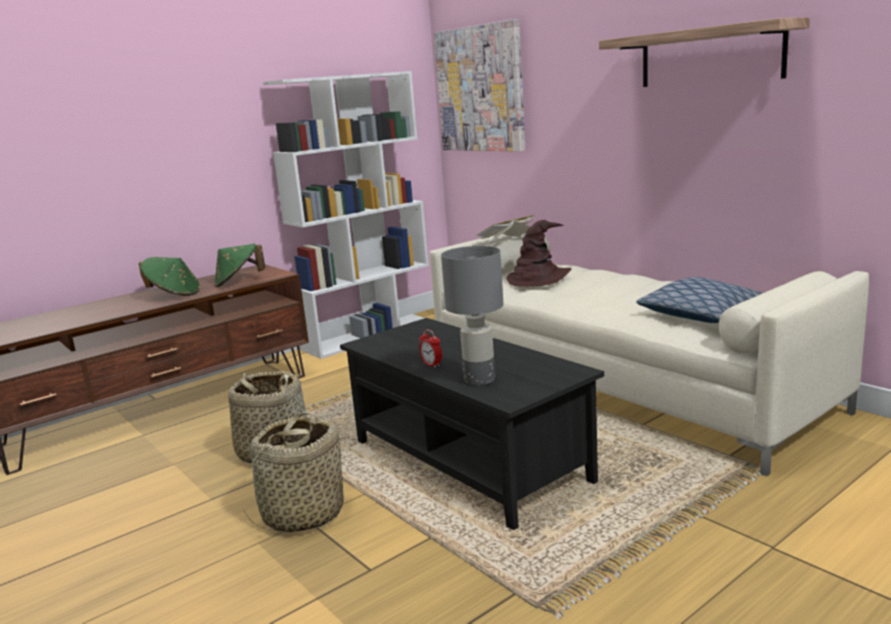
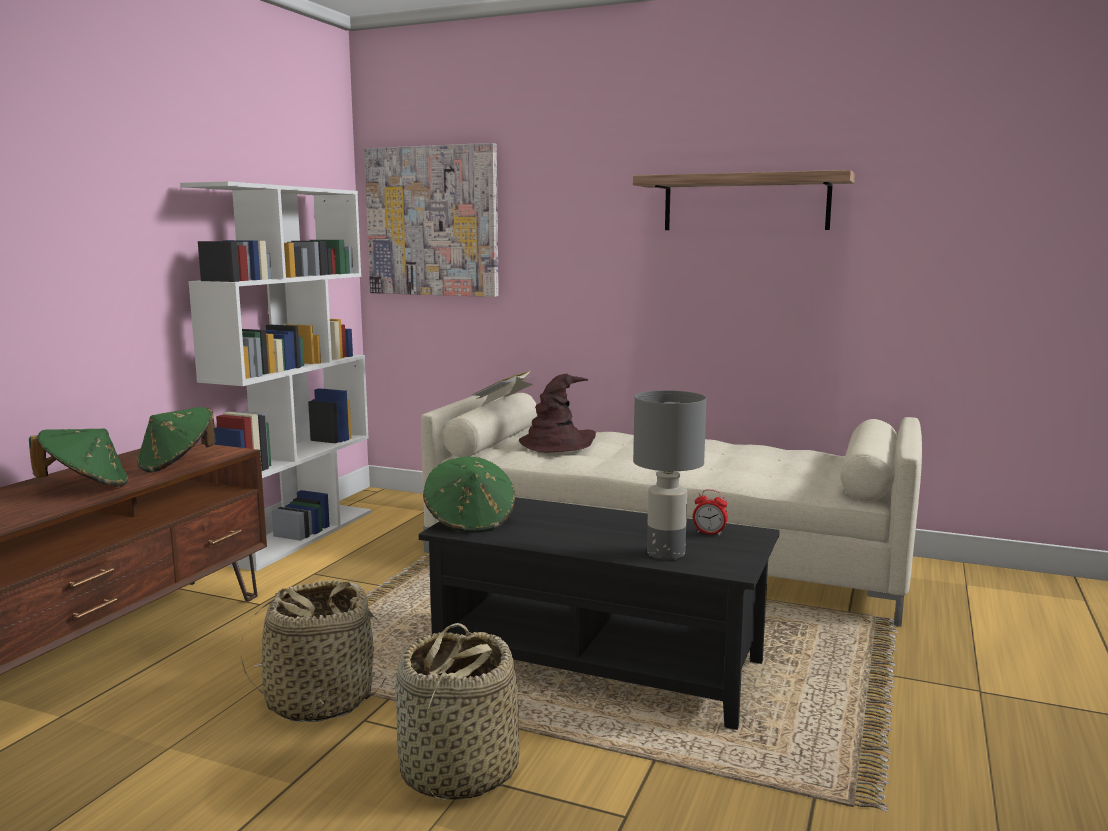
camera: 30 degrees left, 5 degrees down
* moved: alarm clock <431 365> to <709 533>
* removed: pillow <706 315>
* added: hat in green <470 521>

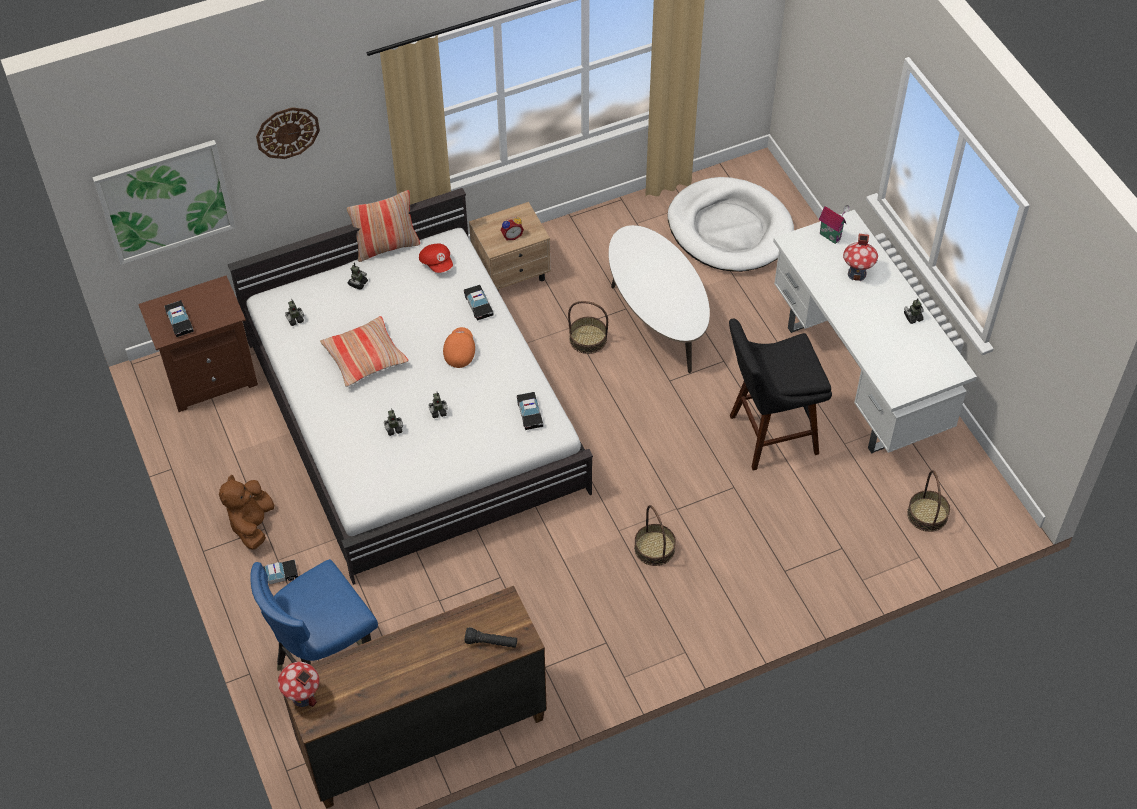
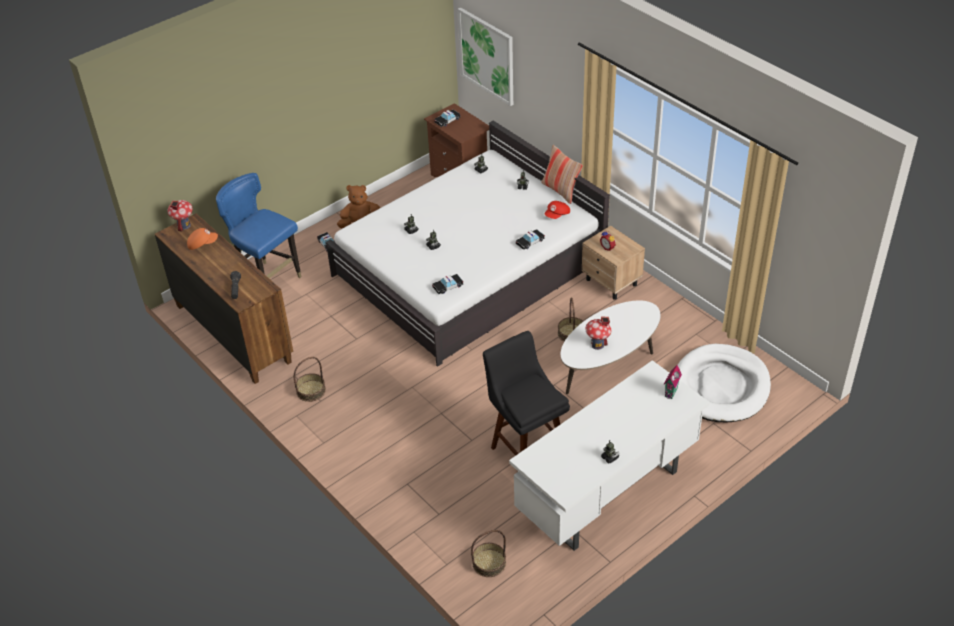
camera: 75 degrees right, 10 degrees down
* removed: wall clock <287 132>
* removed: pillow <365 357>
* moved: cap in orange <459 352> to <202 243>
* moved: basket <654 548> to <311 390>
* moved: toy house <857 274> to <597 344>

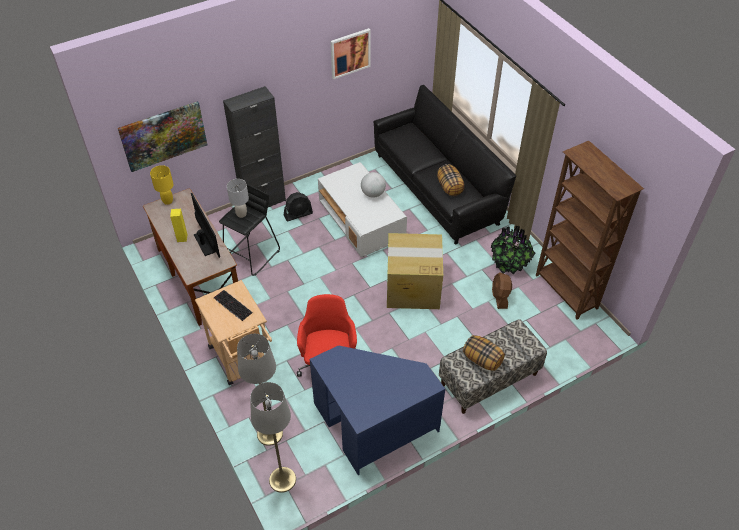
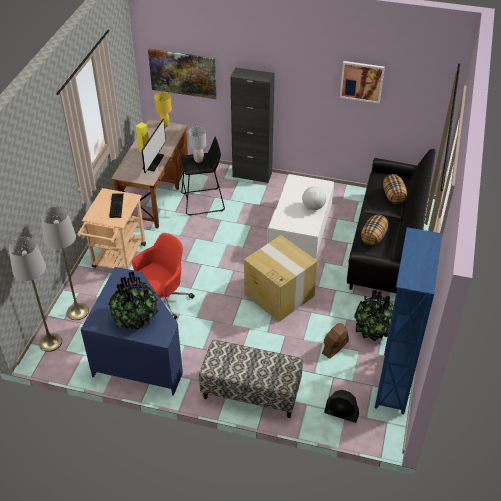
camera: 45 degrees right, 5 degrees down
* moved: fan in black <298 214> to <341 413>
* moved: pillow <482 359> to <393 196>
* recoloured: bookcase in brown <566 292> to bookcase in blue <392 383>
* added: potted plant <135 317>

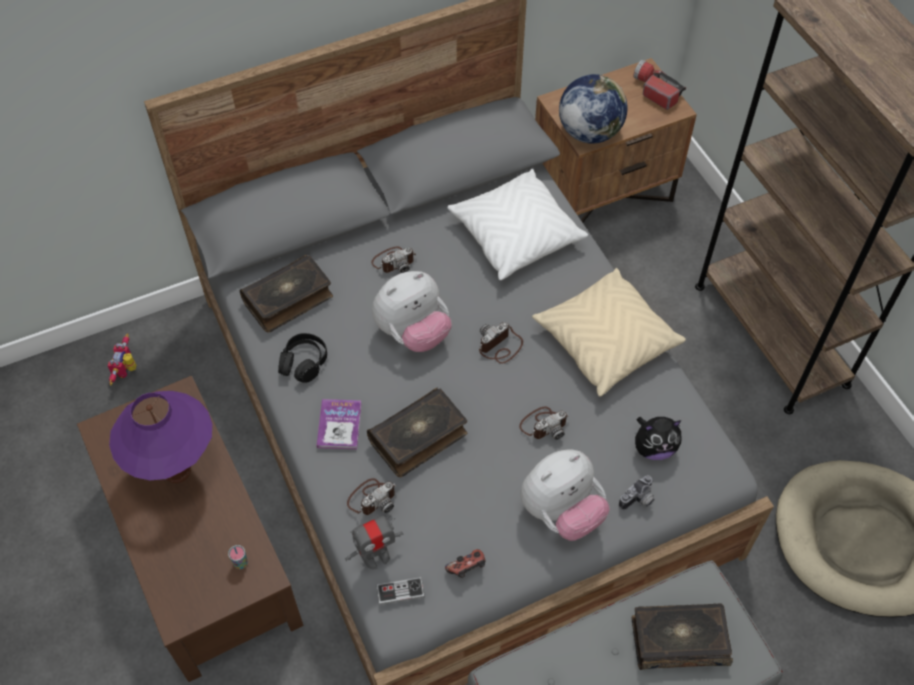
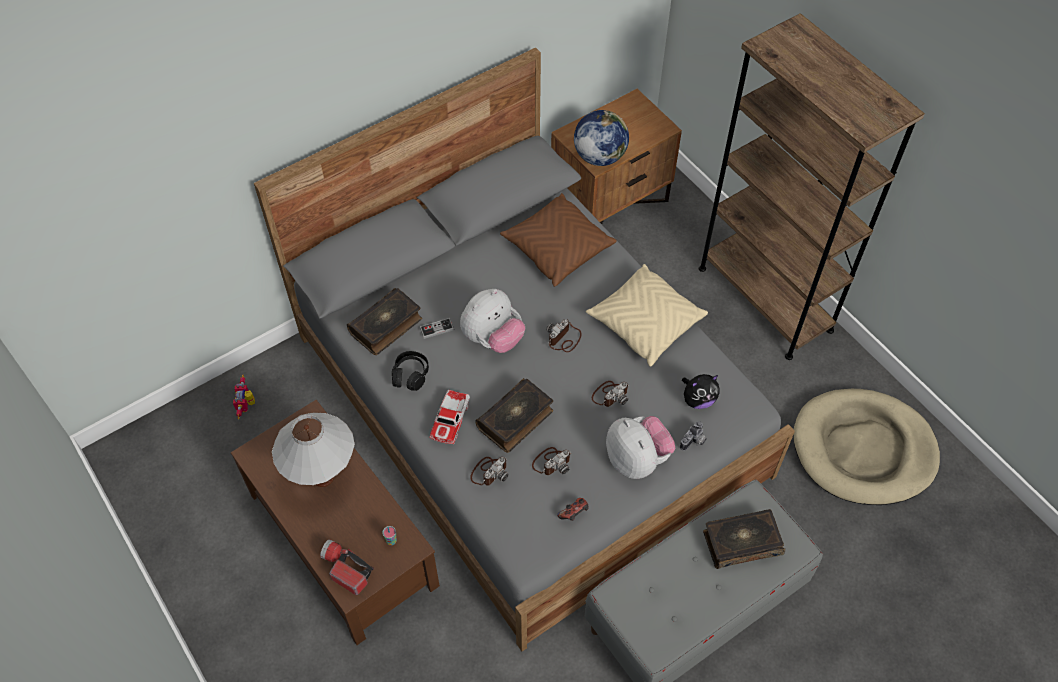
camera: 10 degrees left, 0 degrees up
* recoloured: table lamp in purple <178 472> to table lamp in white <323 477>
* replaced: book <339 425> to toy car <450 419>
* removed: toy robot <376 557>
* moved: photo camera <394 261> to <552 462>
* moved: game controller <400 591> to <436 329>
* recoloured: pillow in white <515 235> to pillow in brown <557 248>
* turned: plush toy <561 512> = <637 459> 75 degrees counterclockwise
* moved: flashlight <655 90> to <345 569>

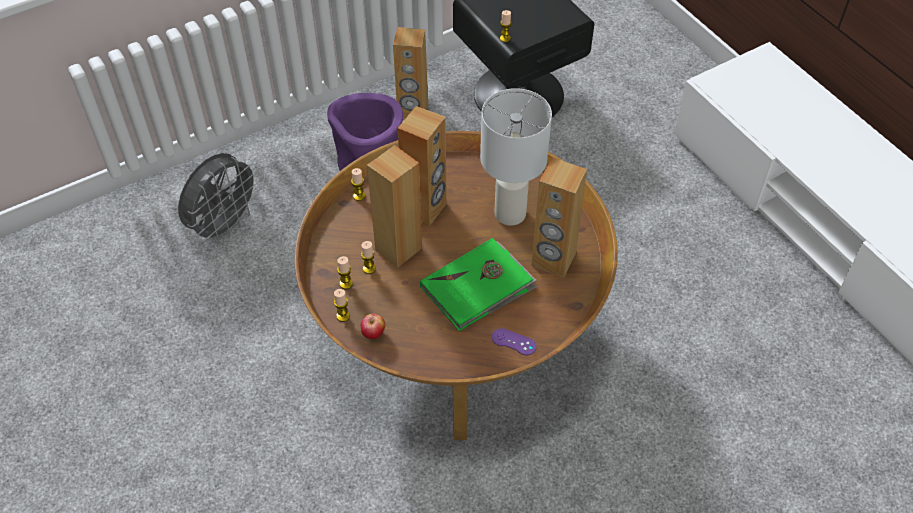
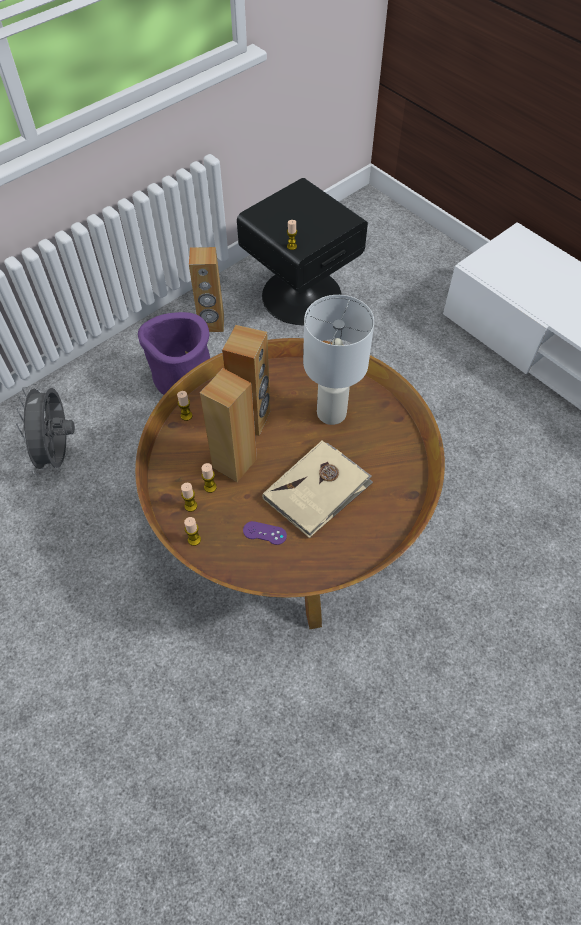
camera: 10 degrees left, 5 degrees up
* turned: fan in grey <225 225> = <58 453> 150 degrees clockwise
* removed: apple <373 334>
* recoloured: book in green <478 287> to book in beige <318 490>
* moved: game controller in purple <514 342> to <264 533>
* removed: speaker in brown <553 260>

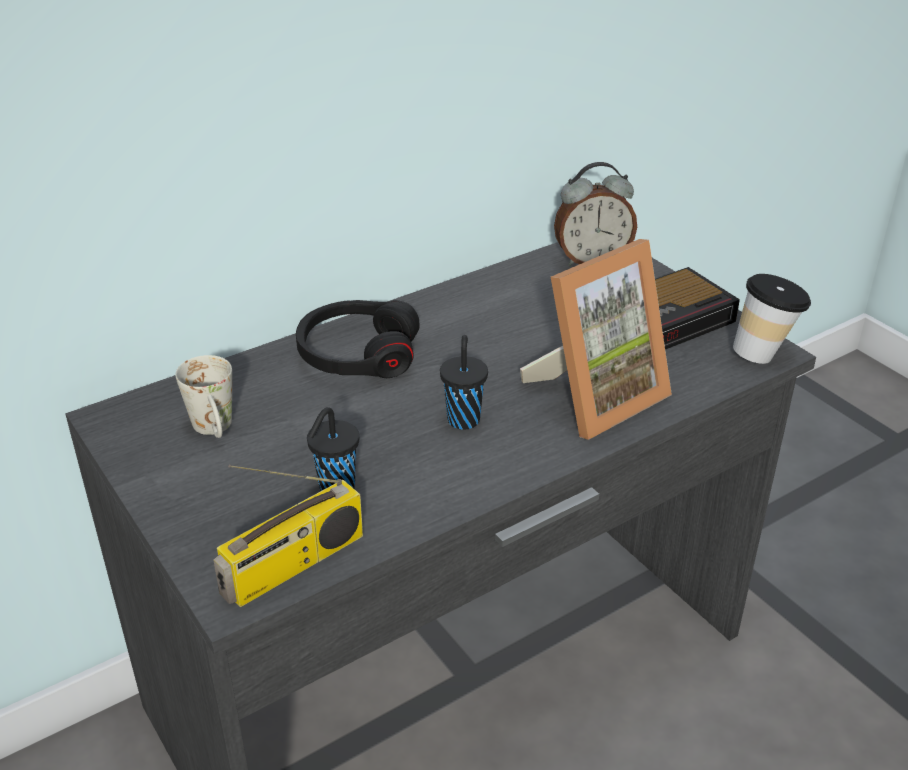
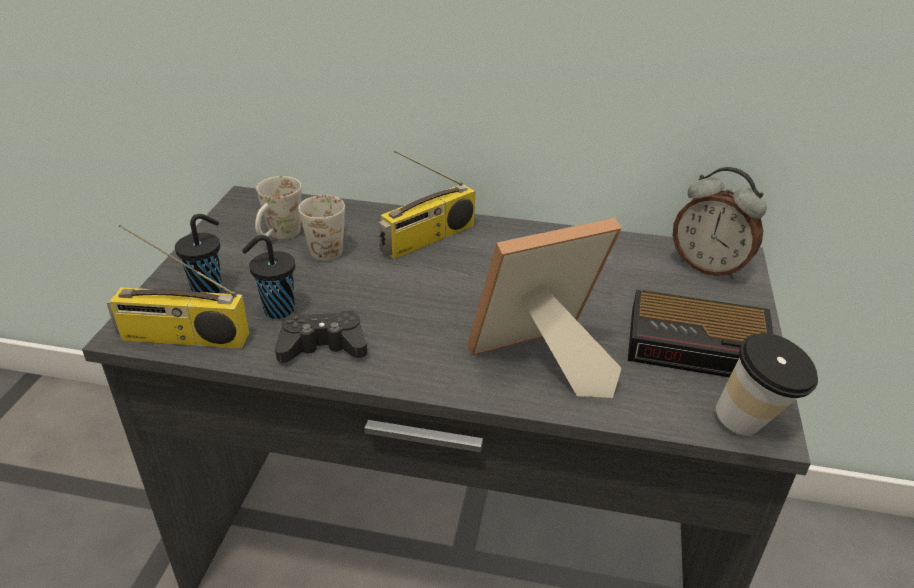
camera: 45 degrees right, 0 degrees up
* replaced: headphones in black <358 354> to radio <428 239>
* moved: cup in black <463 418> to <209 289>
* turned: picture frame <595 396> = <540 364> 150 degrees clockwise
* added: game controller in black <323 346>
* added: mug in white <329 246>

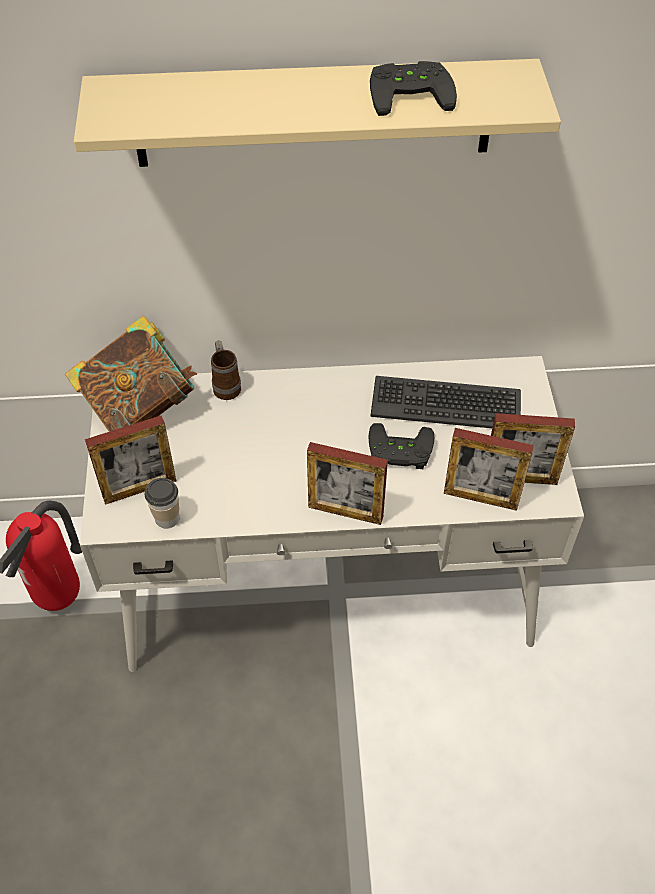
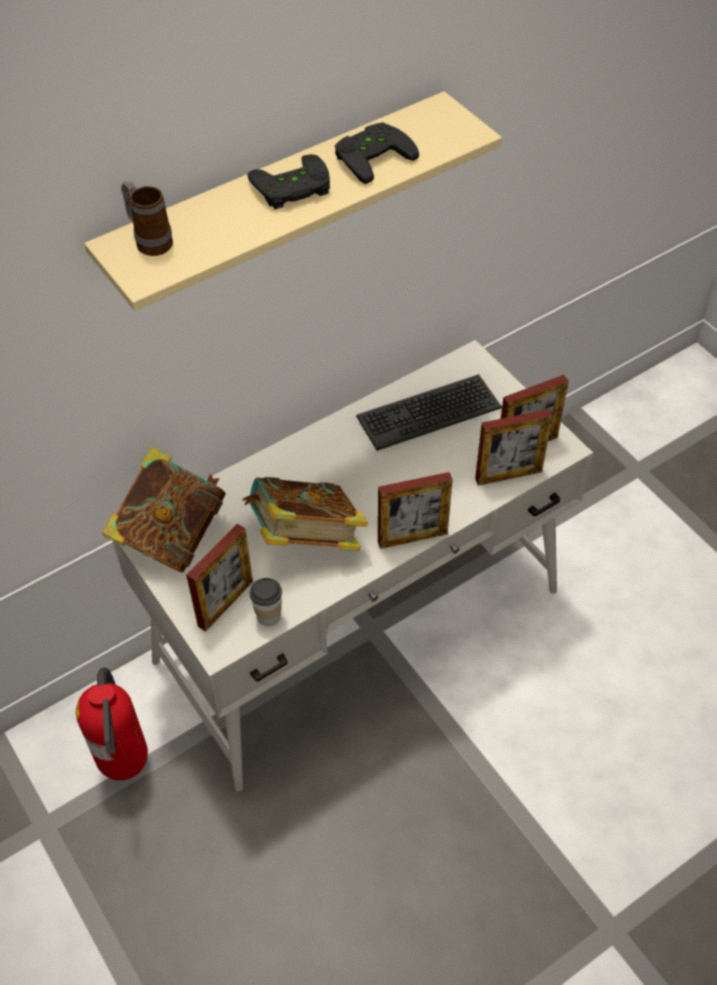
camera: 30 degrees left, 0 degrees up
* moved: mug <226 385> to <150 241>
* moved: game controller in black <399 452> to <292 189>
* added: book <305 538>

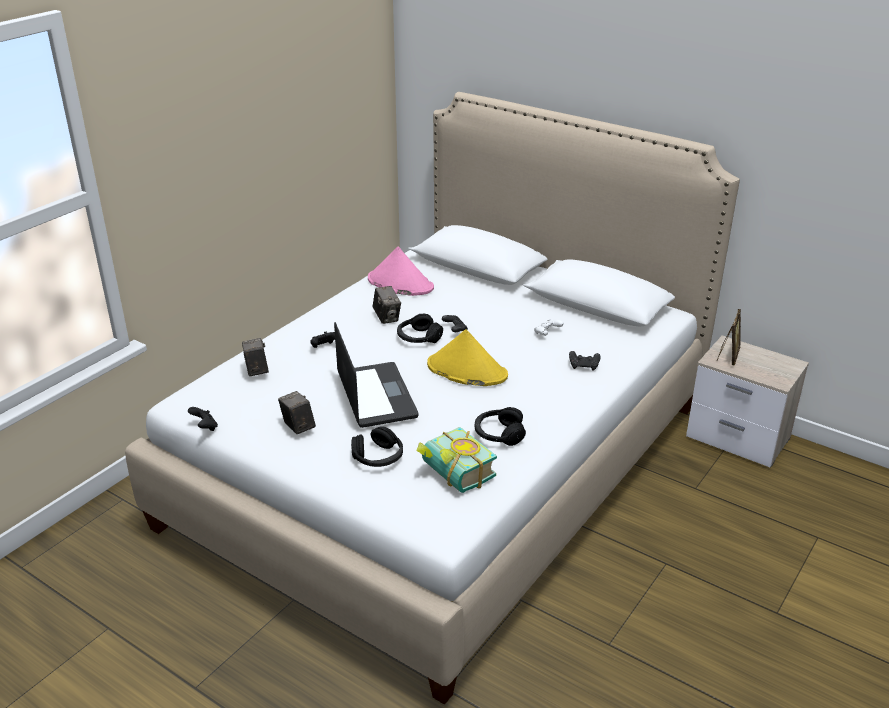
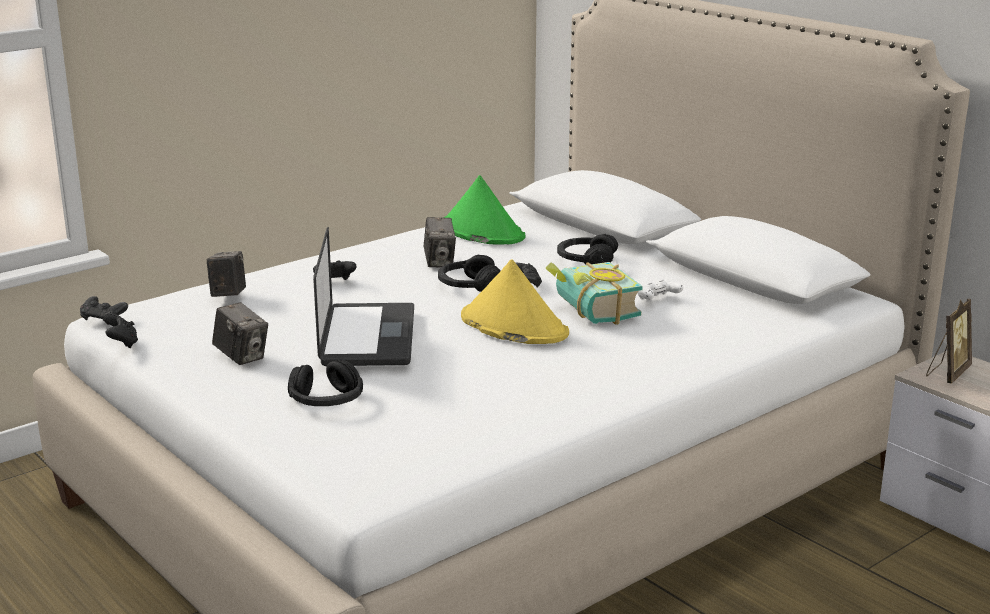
camera: 15 degrees right, 10 degrees down
* turned: photo camera <298 427> = <241 357> 150 degrees clockwise
* recoloured: hat in pink <400 283> to hat in green <481 231>
* moved: book <452 476> to <589 312>
* moved: headphones in black <499 434> to <586 261>
* moved: game controller in black <584 366> to <103 319>

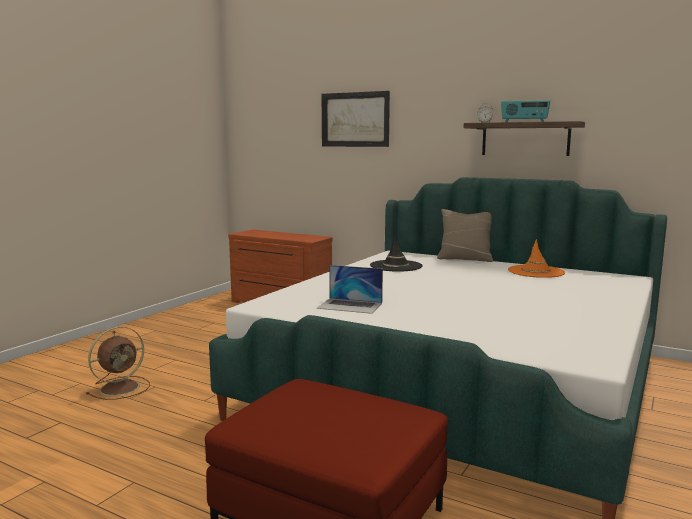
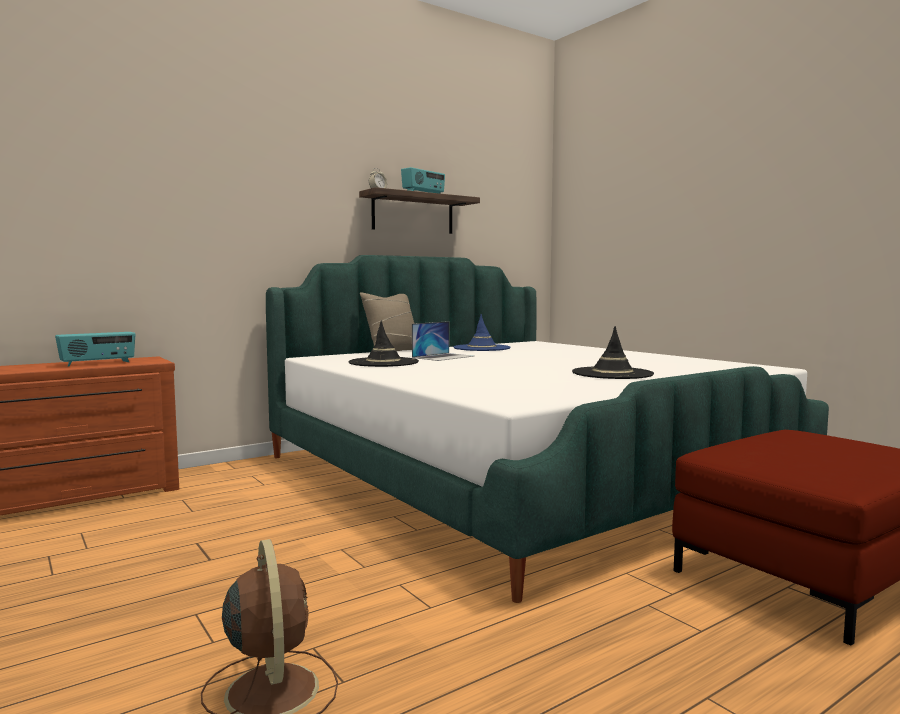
camera: 65 degrees left, 5 degrees down
* moved: laptop <350 305> to <443 357>
* removed: picture <355 119>
* recoloured: hat in orange <536 272> to hat in blue <482 348>
* added: radio <98 363>
* added: hat in black <612 374>

